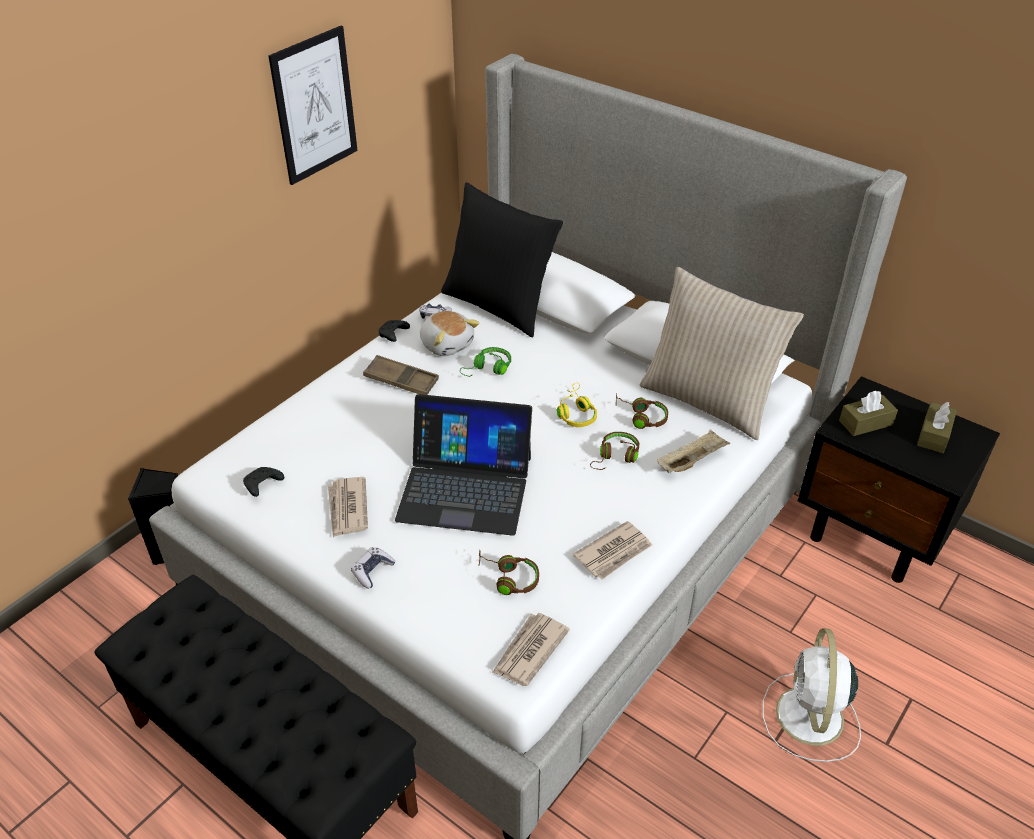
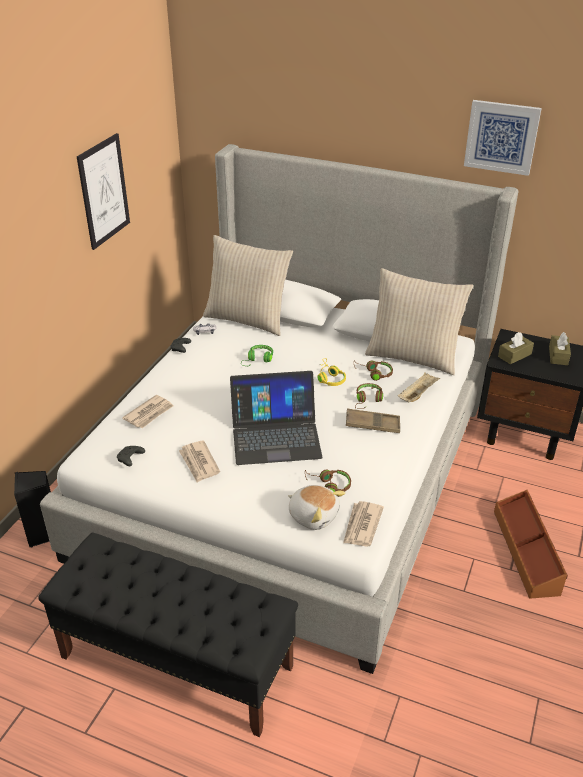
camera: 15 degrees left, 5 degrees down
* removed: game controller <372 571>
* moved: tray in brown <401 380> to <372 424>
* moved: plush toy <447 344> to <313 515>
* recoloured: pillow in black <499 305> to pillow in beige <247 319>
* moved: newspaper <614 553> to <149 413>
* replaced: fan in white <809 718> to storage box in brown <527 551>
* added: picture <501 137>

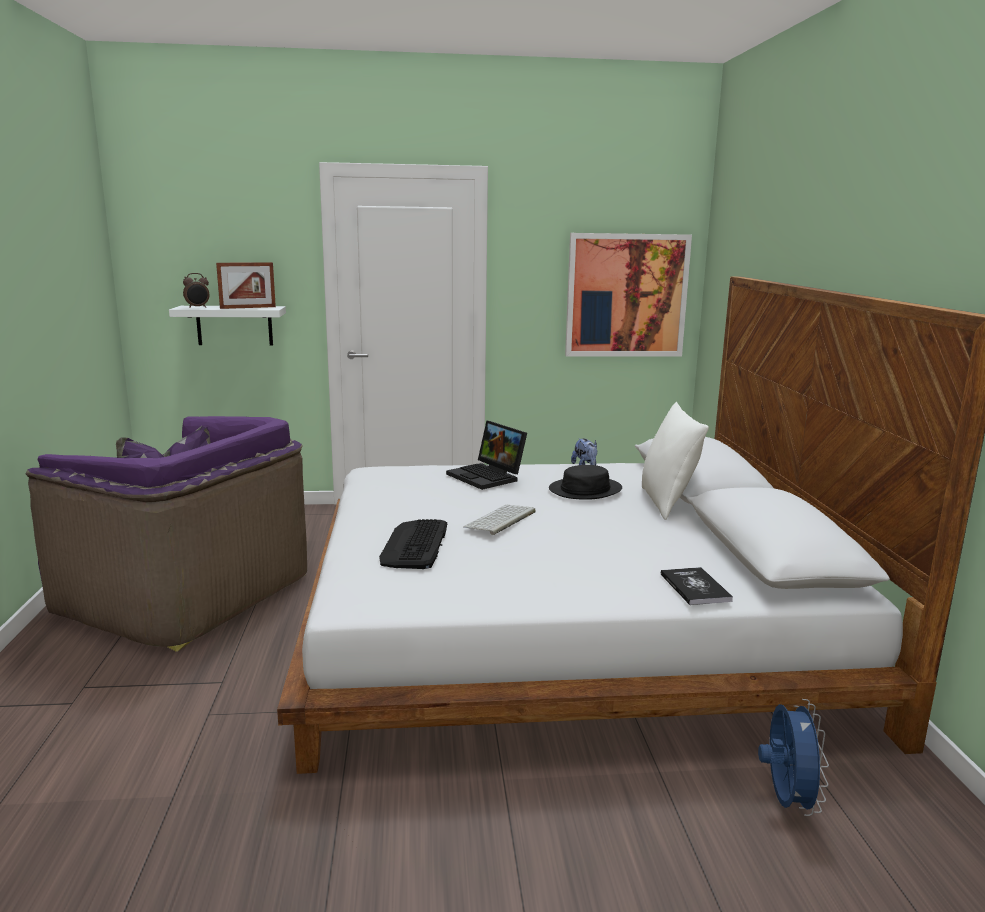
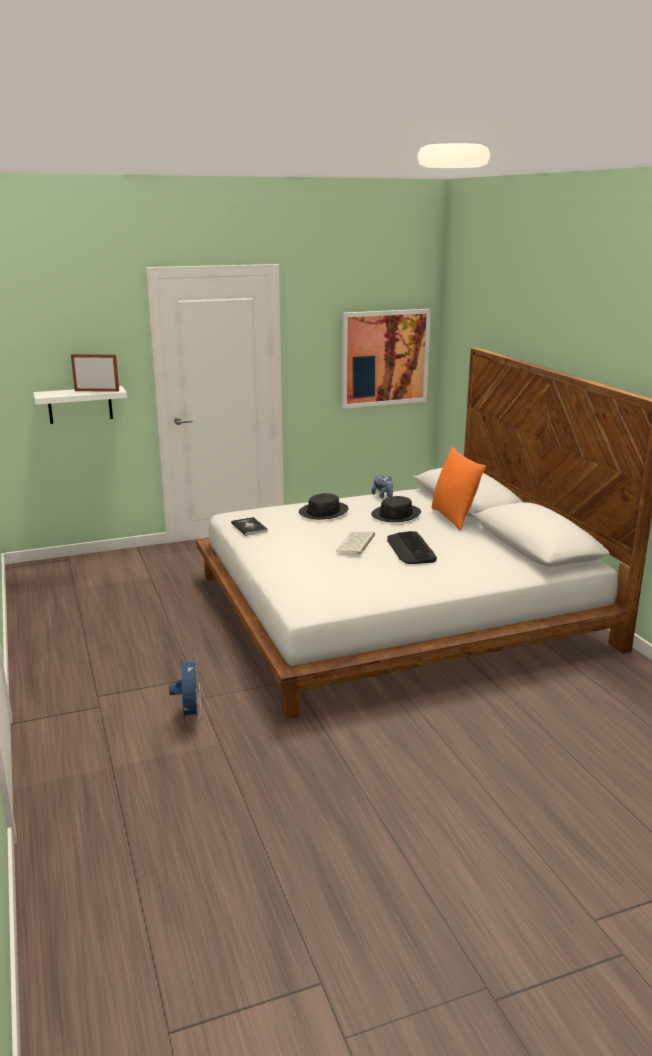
camera: 15 degrees left, 5 degrees up
* removed: armchair in purple <186 592>
* removed: alarm clock <197 307>
* turned: picture frame <248 307> = <97 391> 135 degrees counterclockwise
* moved: keyboard <415 545> to <411 549>
* replaced: laptop <488 477> to hat in black <324 512>
* recoloured: pillow in white <667 503> to pillow in orange <454 518>
* moved: book <695 587> to <249 527>
* moved: fan in blue <785 801> to <190 716>

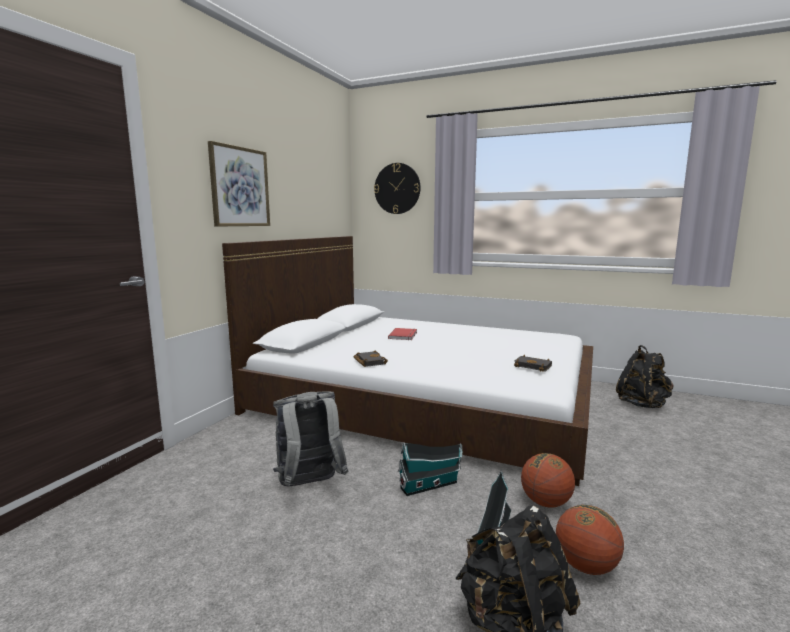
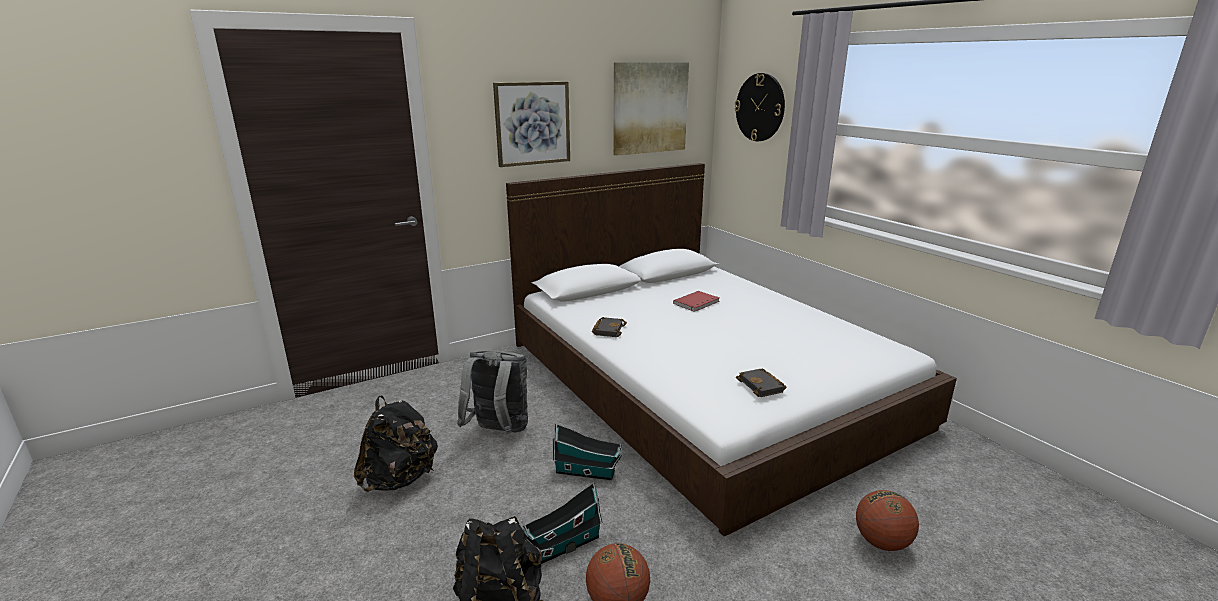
camera: 35 degrees right, 10 degrees up
* moved: basketball <545 502> to <881 542>
* moved: backpack in black <642 404> to <400 479>
* added: picture <649 108>

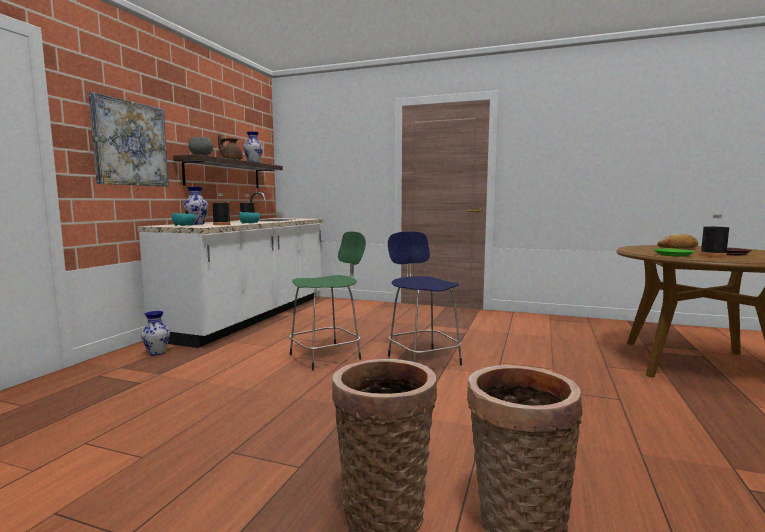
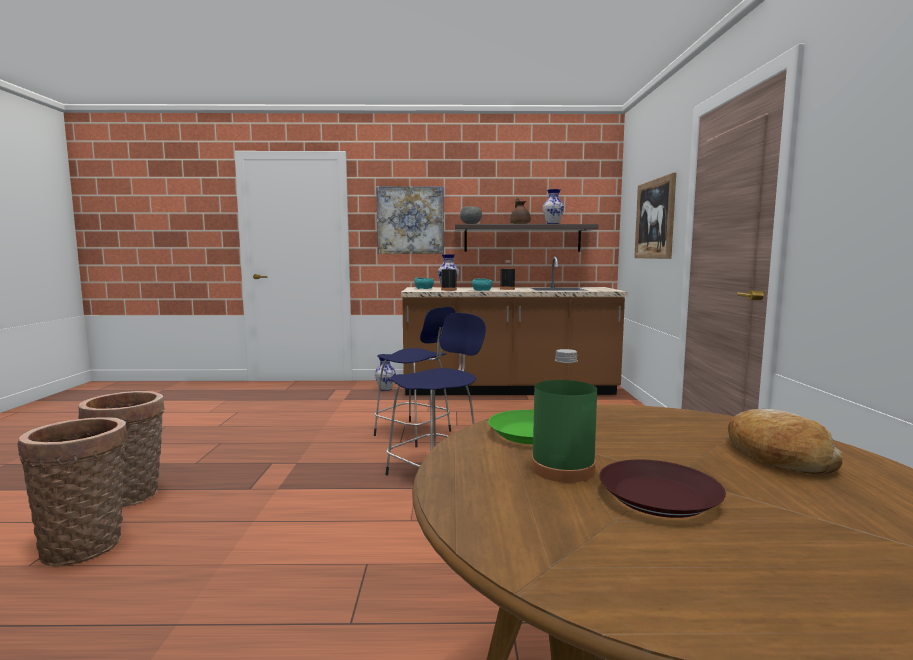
camera: 70 degrees right, 0 degrees up
* recoloured: counter in white <251 316> to counter in brown <508 389>
* recoloured: stool in green <327 356> to stool in blue <415 434>
* recoloured: bottle in black <713 255> to bottle in green <563 469>
* added: picture <654 219>

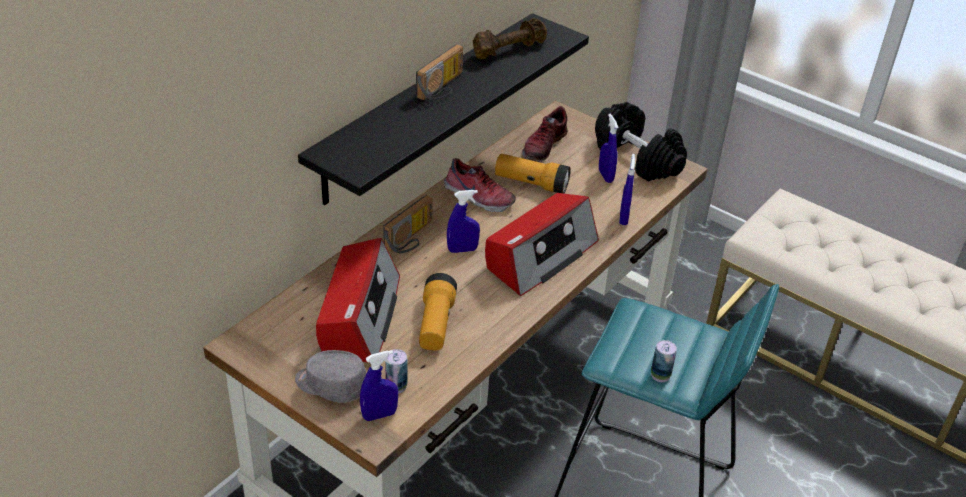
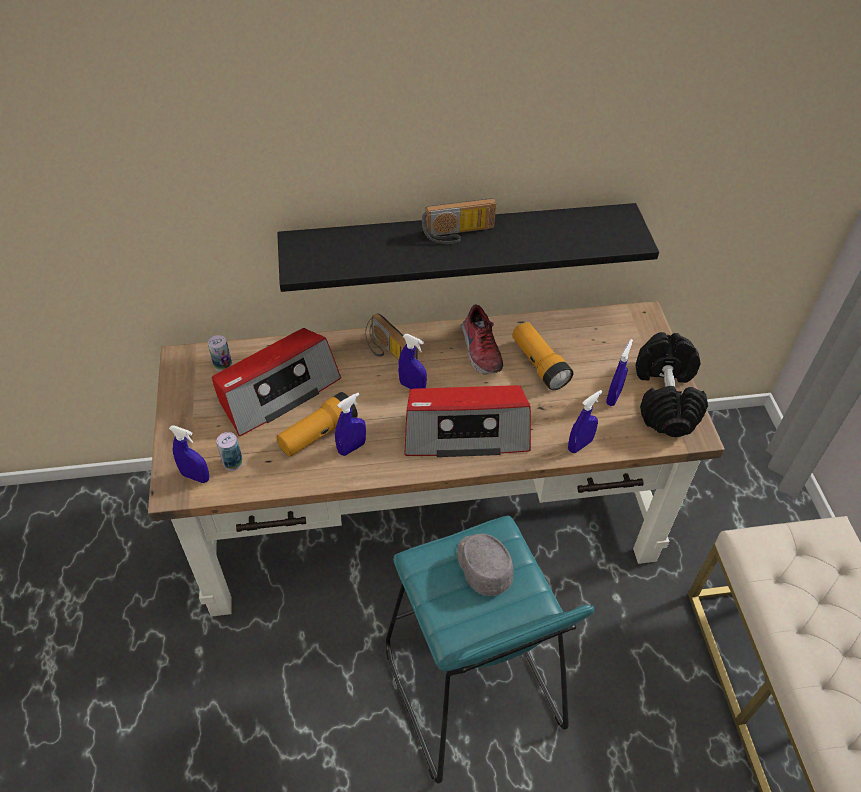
camera: 45 degrees right, 10 degrees up
* moved: cap in grey <330 385> to <482 566>
* turned: radio <412 238> = <388 353> 60 degrees clockwise
* removed: dumbbell in brown <508 49>
* removed: shoe <543 145>
* moved: can <660 375> to <223 365>
* added: spray bottle in blue <352 448>

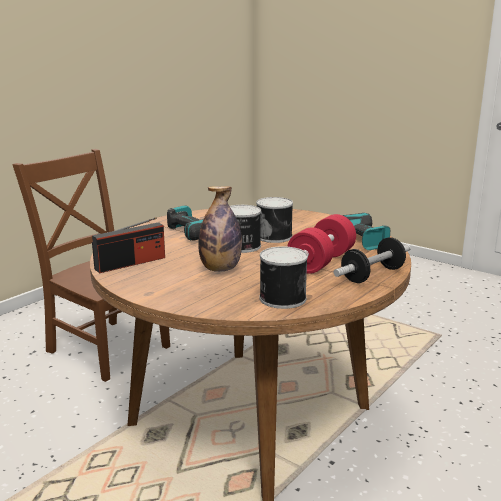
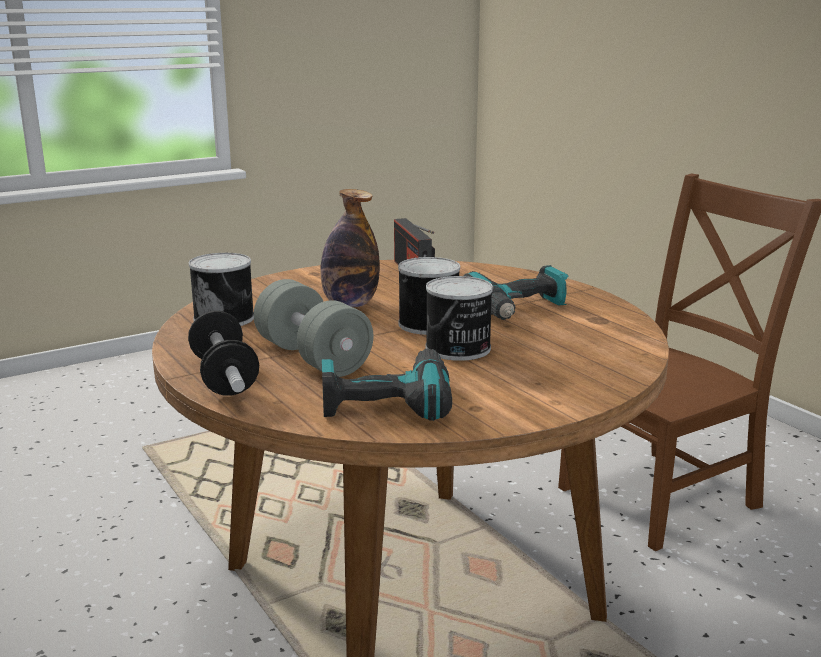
camera: 110 degrees right, 0 degrees up
* recoloured: dumbbell in red <321 262> to dumbbell in grey <313 357>

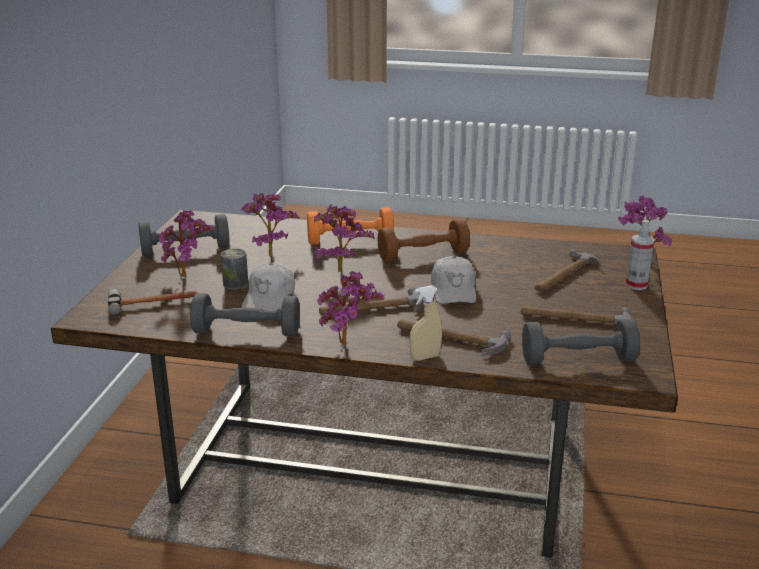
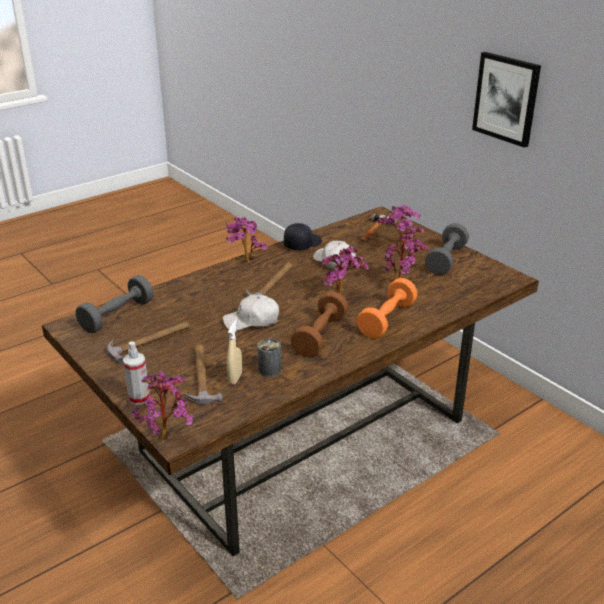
camera: 130 degrees right, 5 degrees up
* replaced: dumbbell in grey <247 332> to cap in black <302 244>
* moved: can <235 284> to <269 370>
* removed: hammer <450 338>
* moved: spray bottle in beige <425 357> to <235 378>
* turned: cap in white <454 290> = <252 321> 45 degrees counterclockwise
* added: picture <506 98>

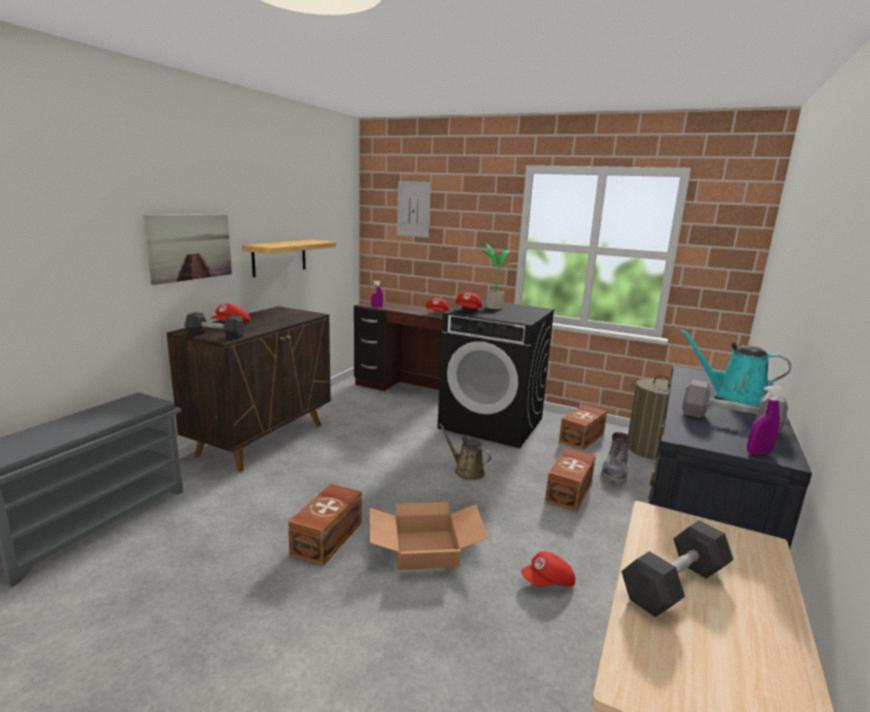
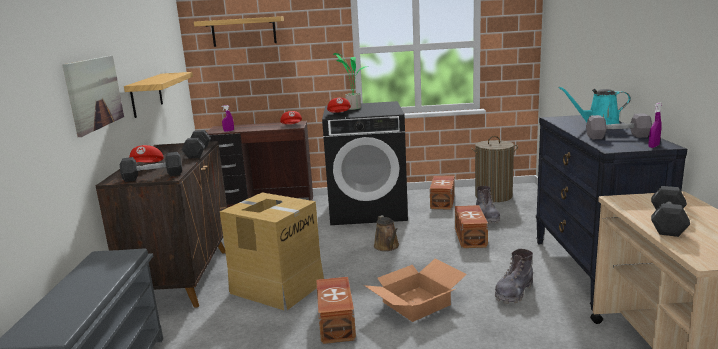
camera: 25 degrees left, 0 degrees up
* replaced: picture <413 209> to shelf <243 31>
* turned: watering can in brown <467 471> = <387 247> 120 degrees counterclockwise
* replaced: cap in red <548 582> to boot in grey <514 292>
* added: dumbbell in black <198 152>
* added: cardboard box <277 287>

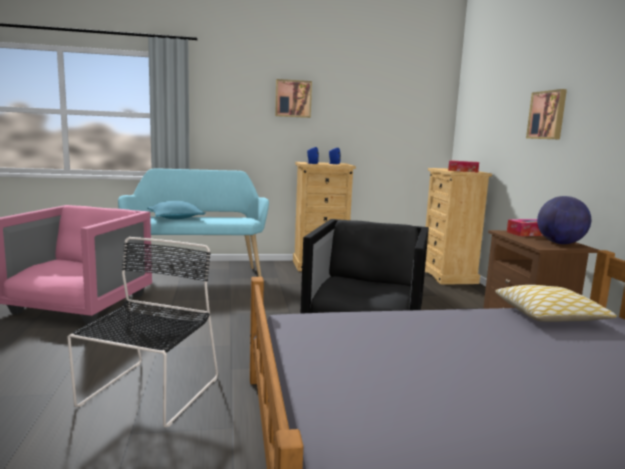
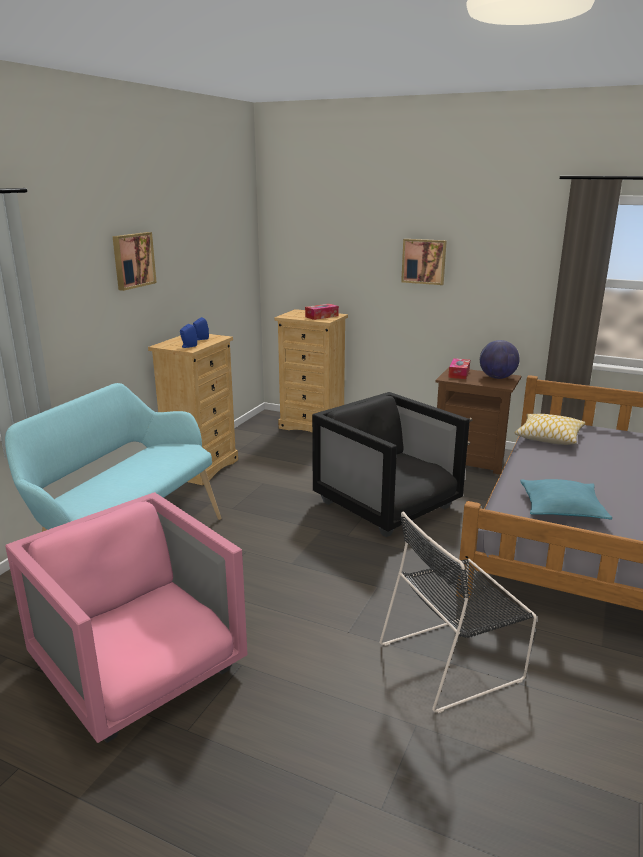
camera: 55 degrees left, 10 degrees up
* turned: chair in black <148 394> = <454 660> 75 degrees counterclockwise
* moved: pillow in turquoise <176 218> to <561 508>

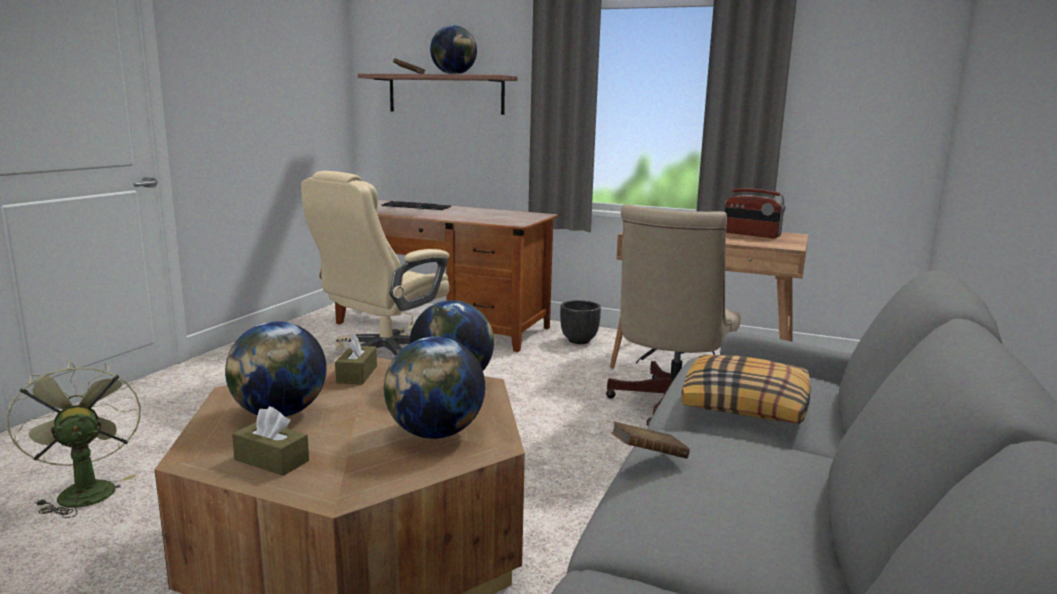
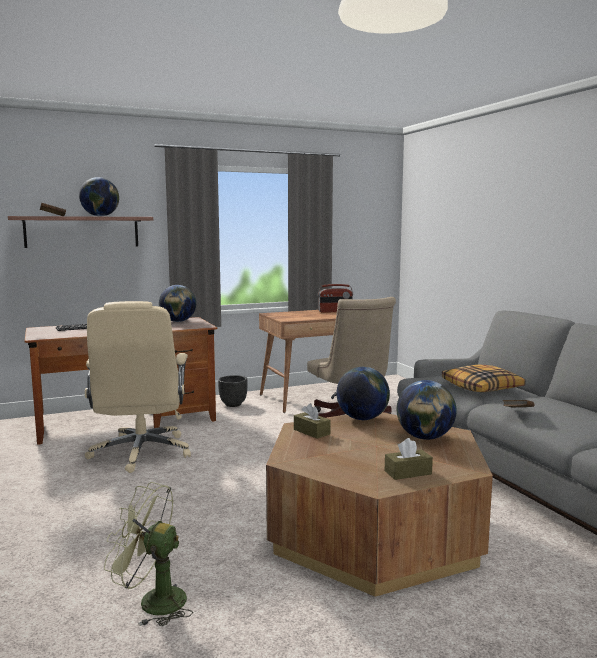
camera: 45 degrees left, 5 degrees down
* moved: globe <279 414> to <178 321>

